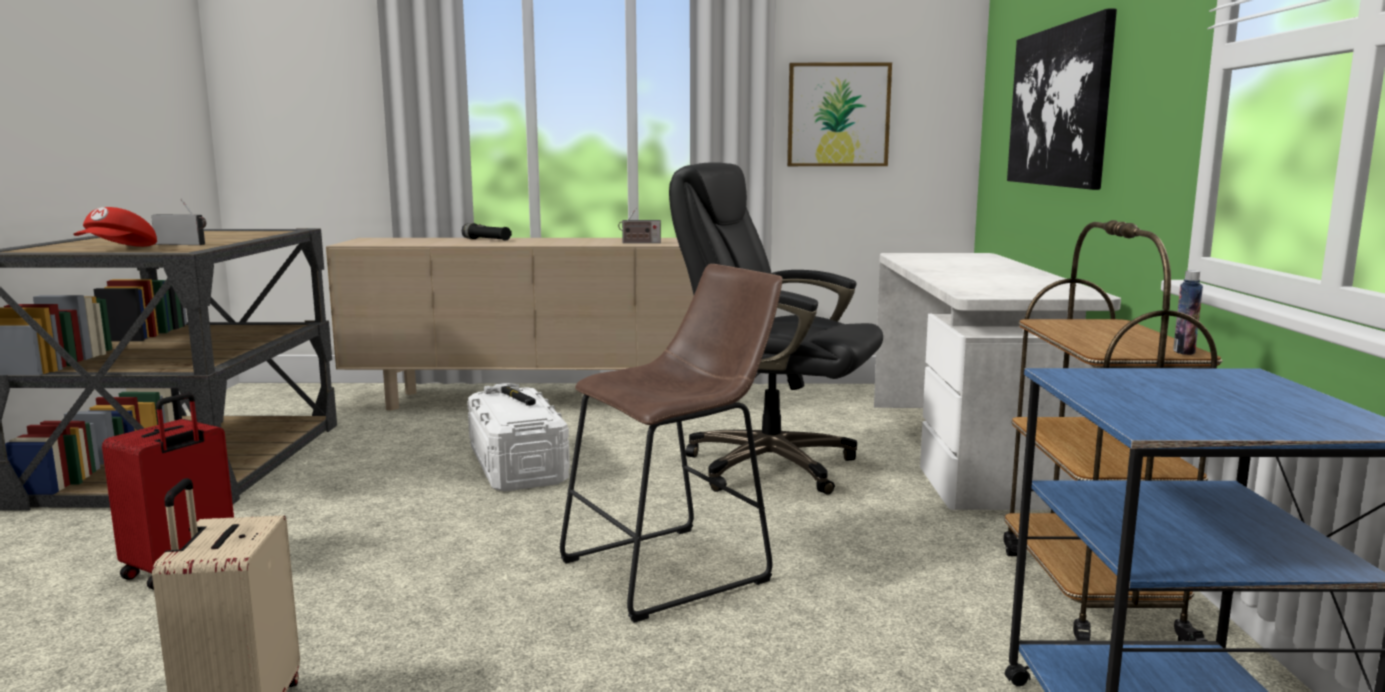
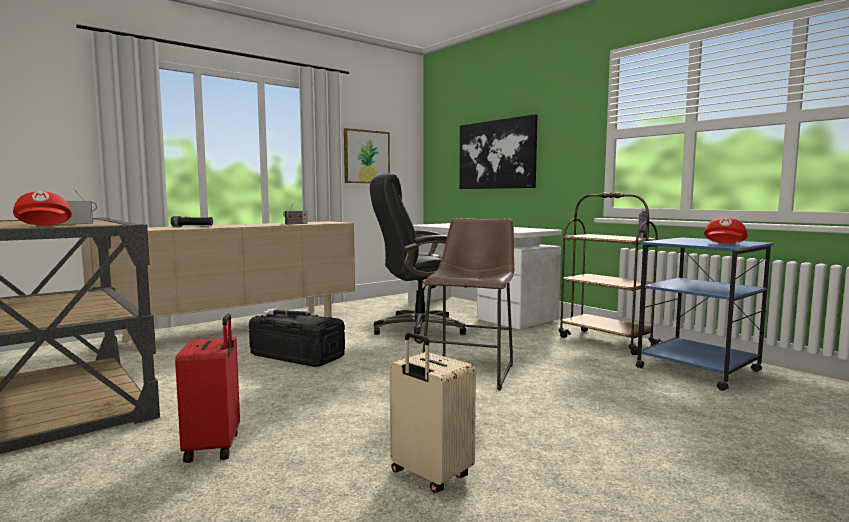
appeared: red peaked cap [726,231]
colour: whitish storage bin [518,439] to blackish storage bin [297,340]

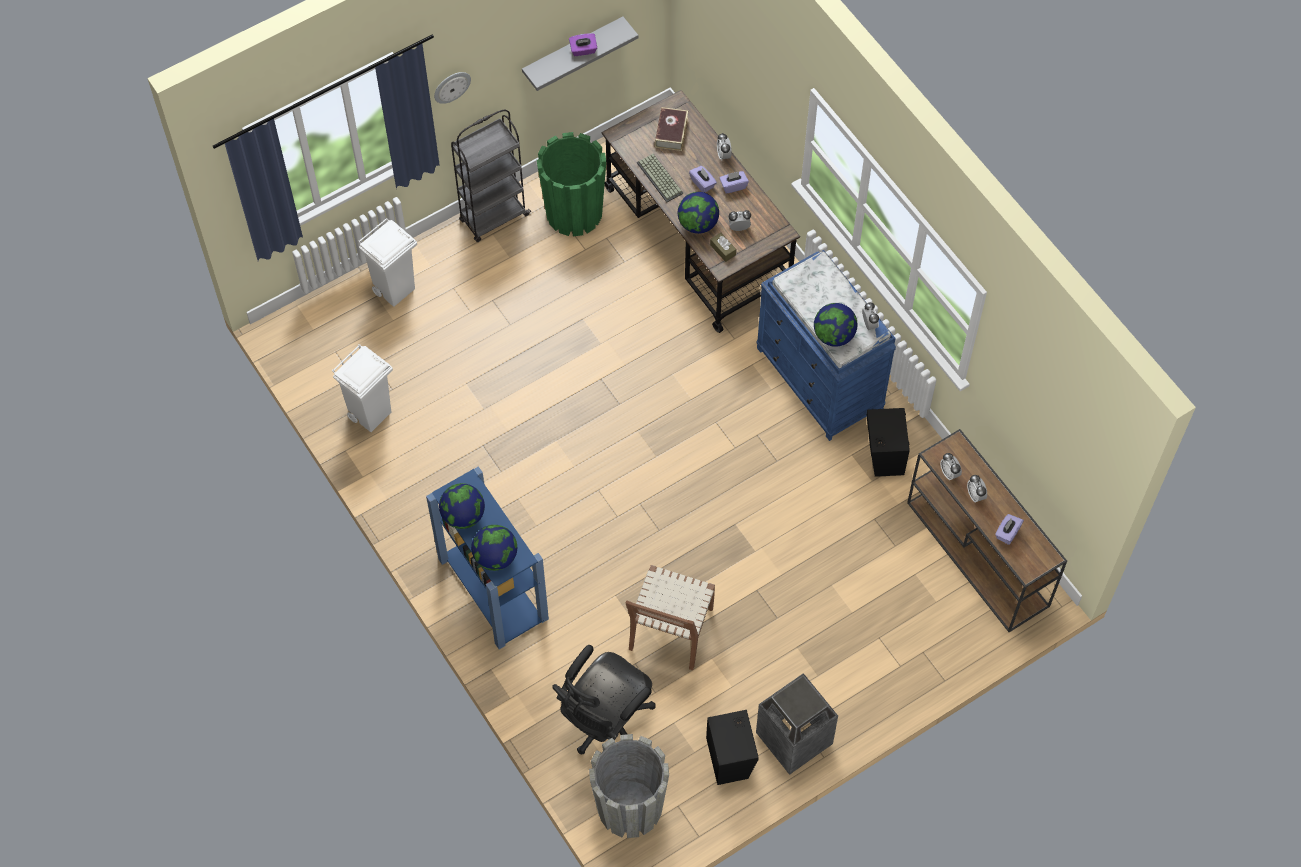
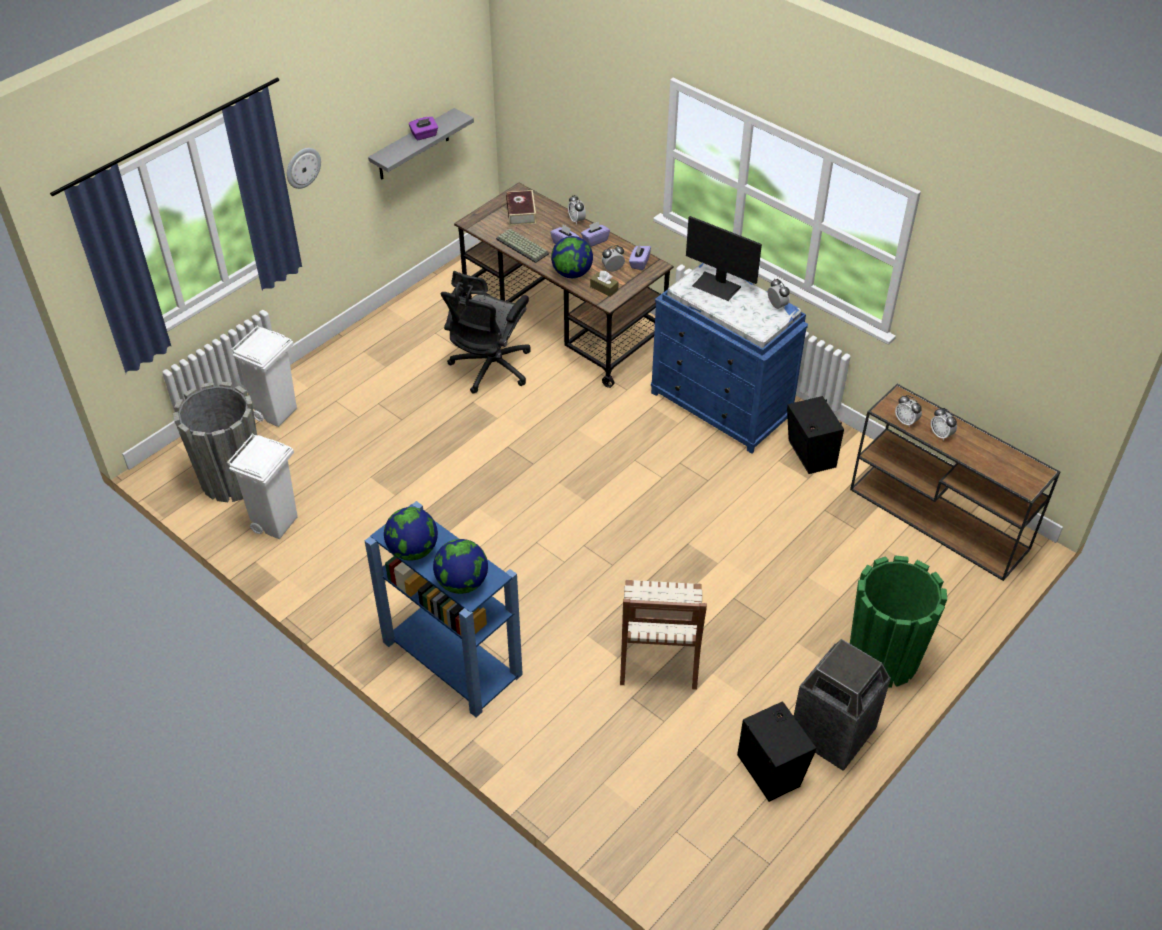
missing: gray trolley [491,176]; desk globe [836,325]
appeared: computer screen [724,258]
relocated: greenish planter [571,184] to [898,621]; desk chair [604,699] to [486,332]; gray planter [629,786] to [215,441]; purplish tissue box [1009,529] to [640,256]

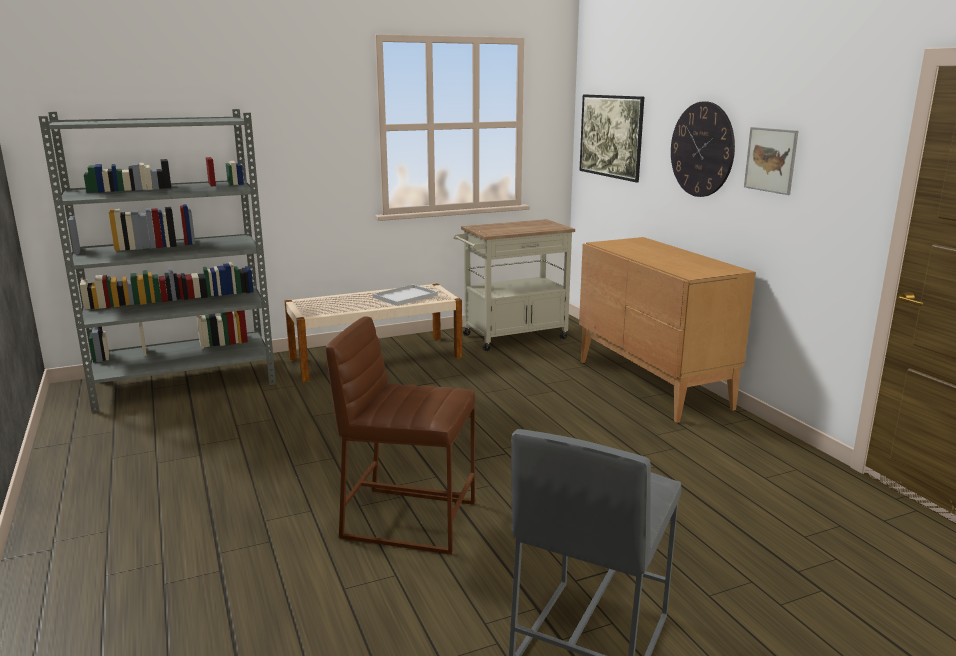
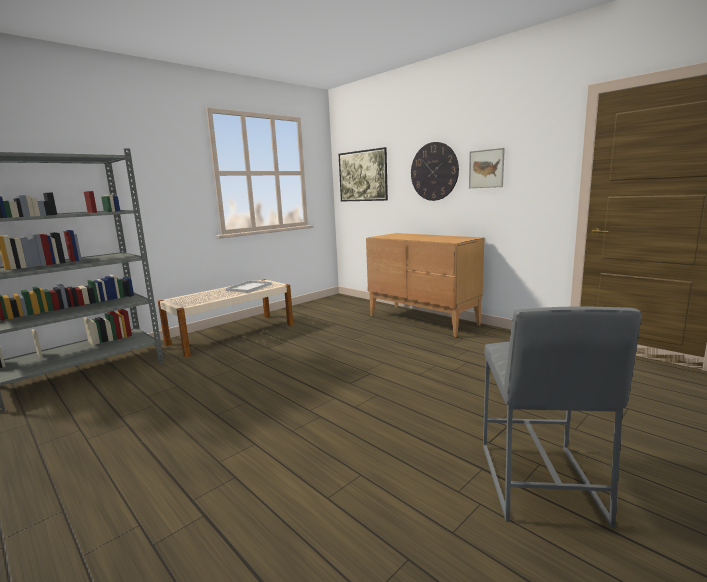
missing: brown stool seat [400,435]; beige trolley [514,285]

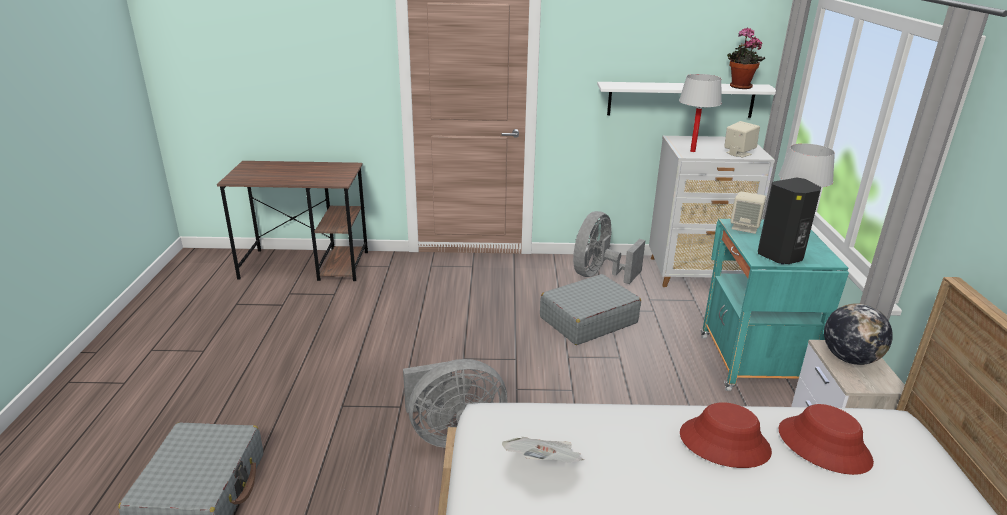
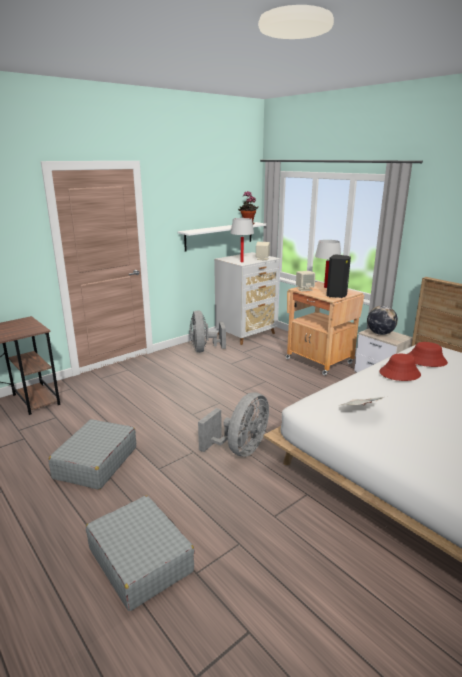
relocated: gray suitcase [590,309] to [92,454]
colour: turquoise trolley [774,305] to brown trolley [324,328]

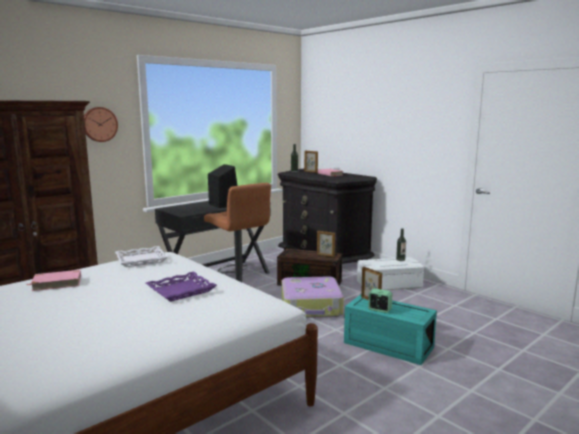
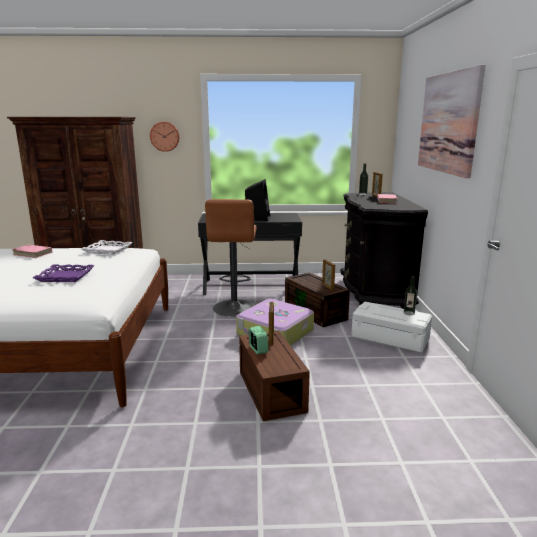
appeared: wall picture [452,121]
colour: turquoise storage bin [390,330] to brown storage bin [274,376]

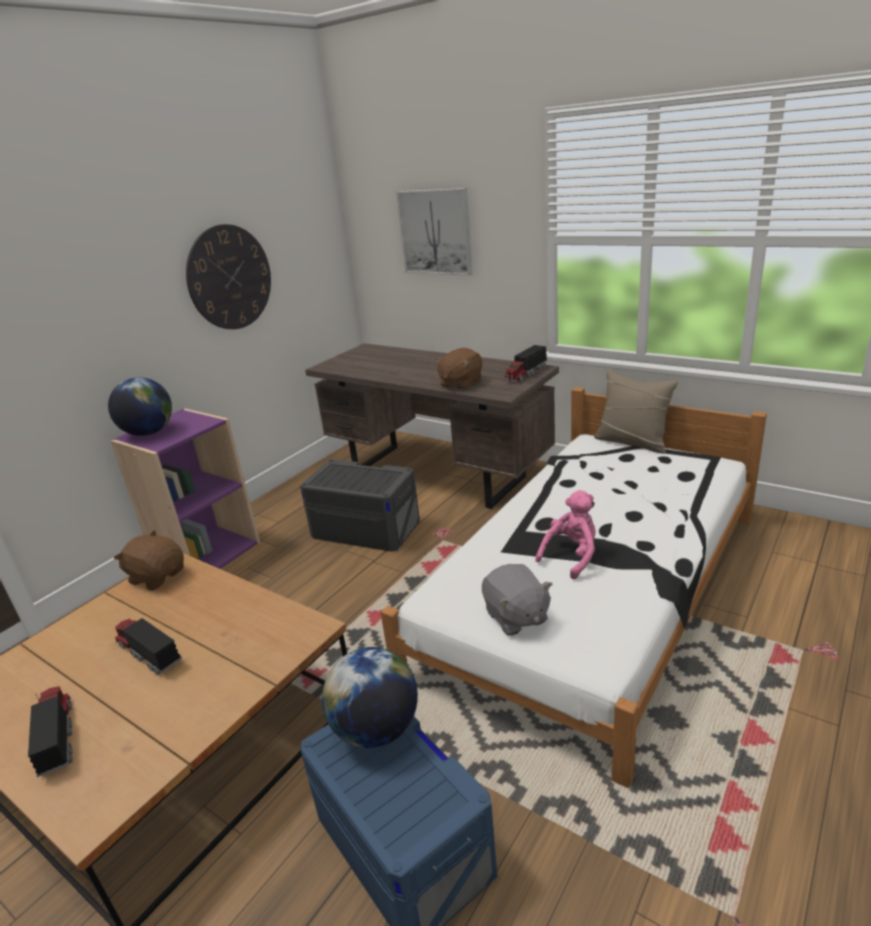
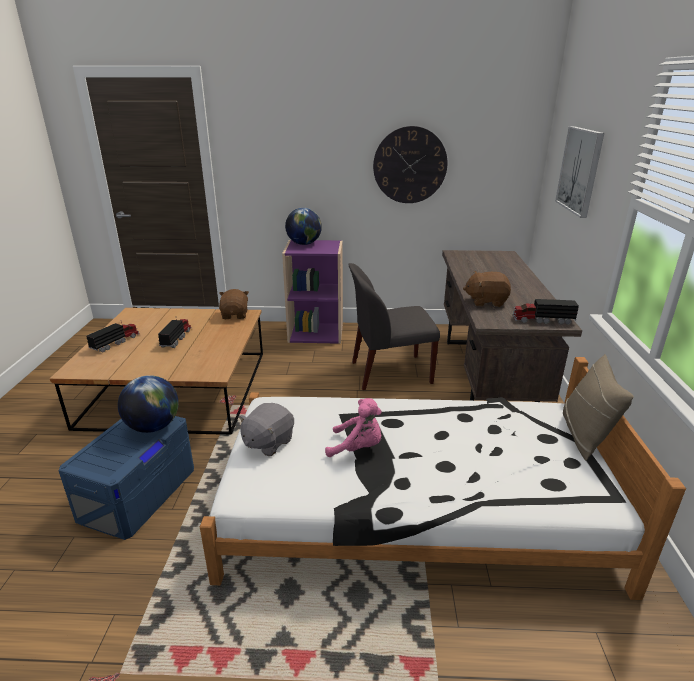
exchanged: gray storage bin [360,505] to gray plain chair [394,326]

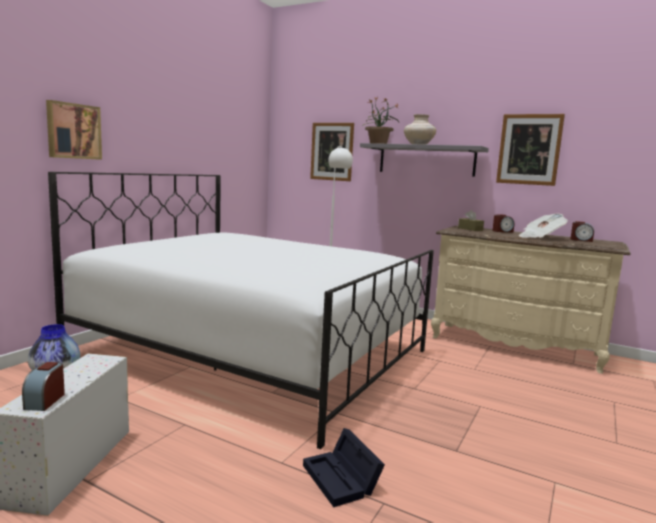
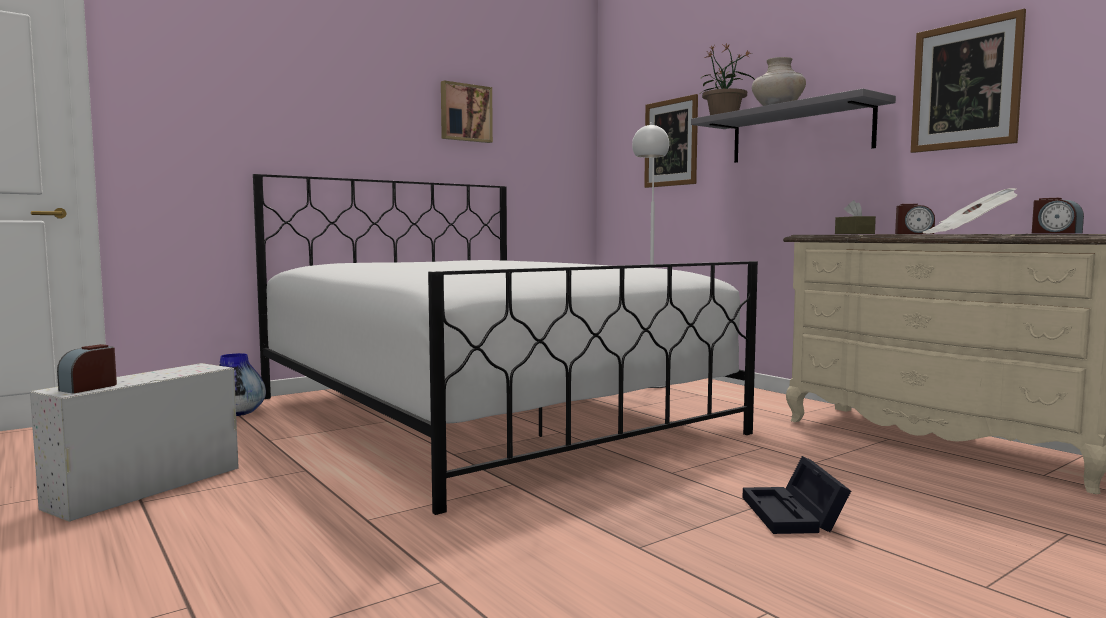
relocated: wall picture [74,130] to [467,111]; blackish storage bin [344,467] to [797,495]

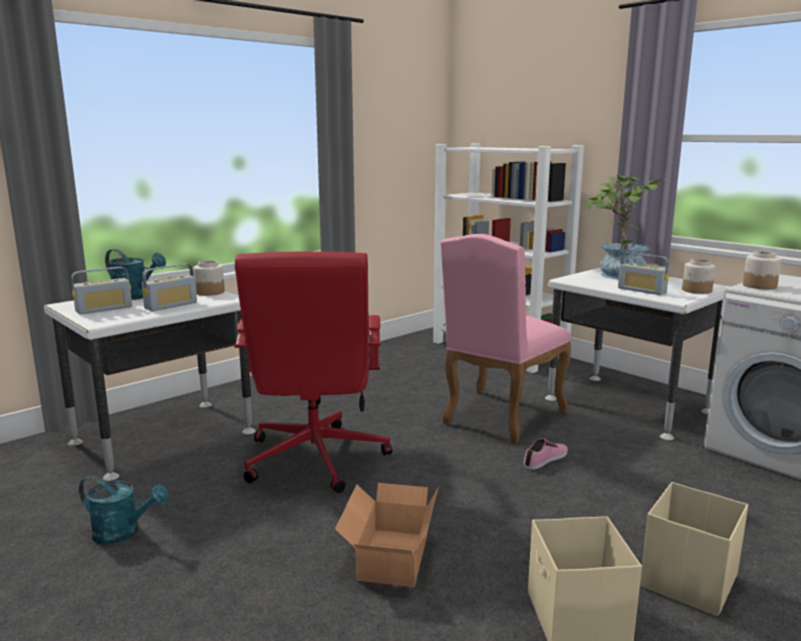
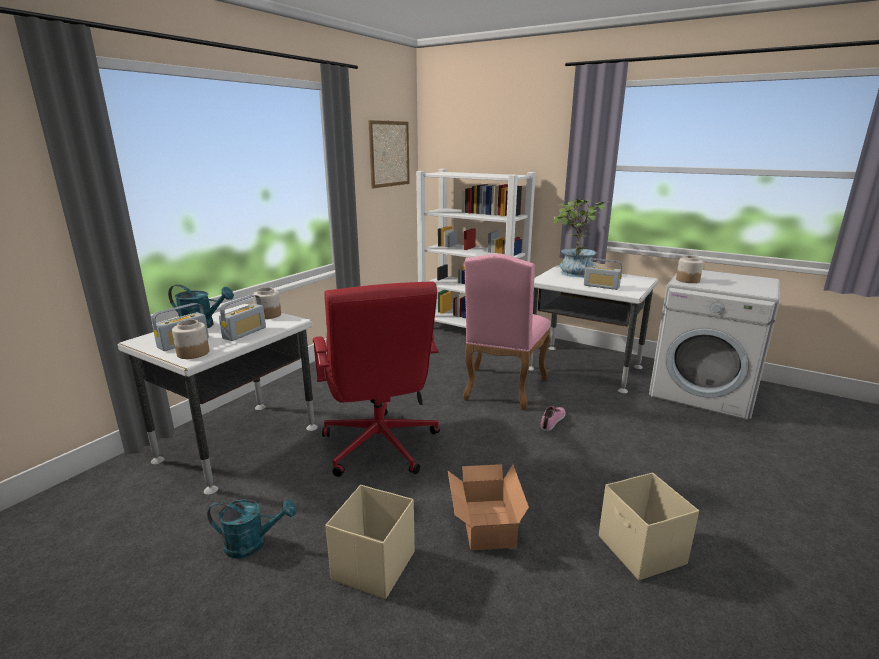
appeared: wall picture [389,154]
relocated: beige storage bin [694,549] to [370,542]; storage jar [698,276] to [190,339]

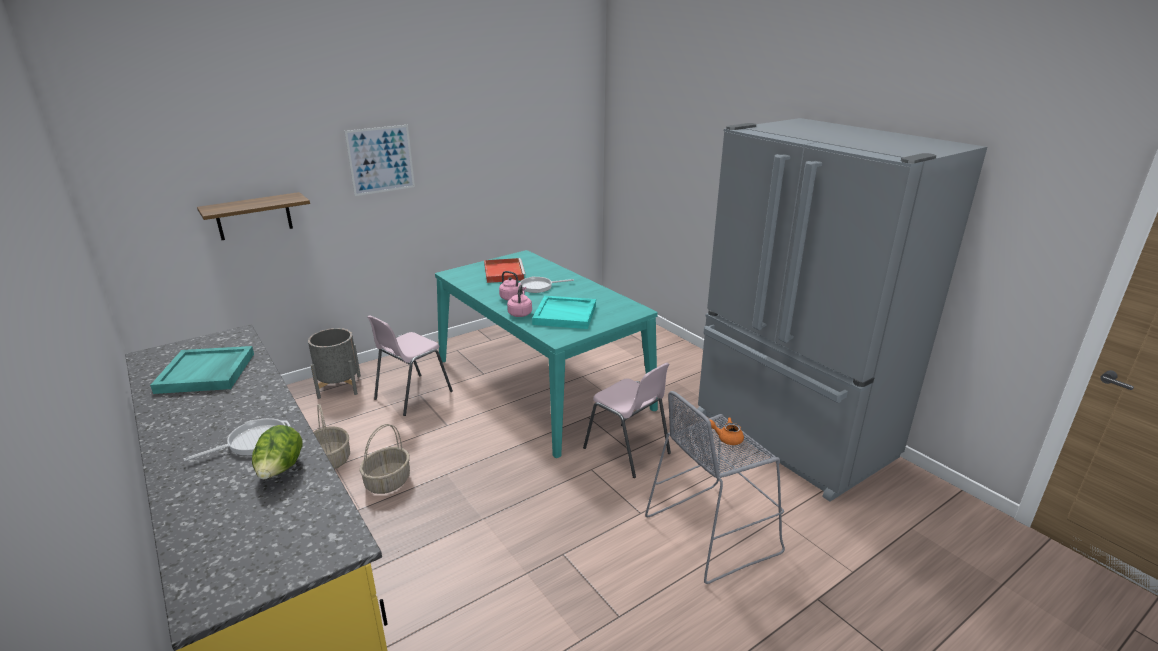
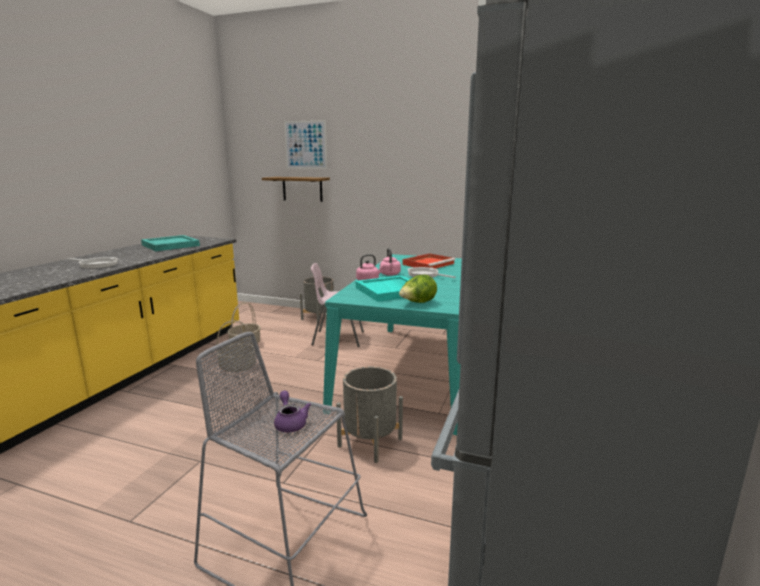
relocated: head of lettuce [277,452] to [418,289]; wall picture [379,160] to [305,144]
exchanged: pinkish plain chair [627,420] to gray planter [369,415]
colour: orange teapot [727,431] to purplish teapot [292,411]

